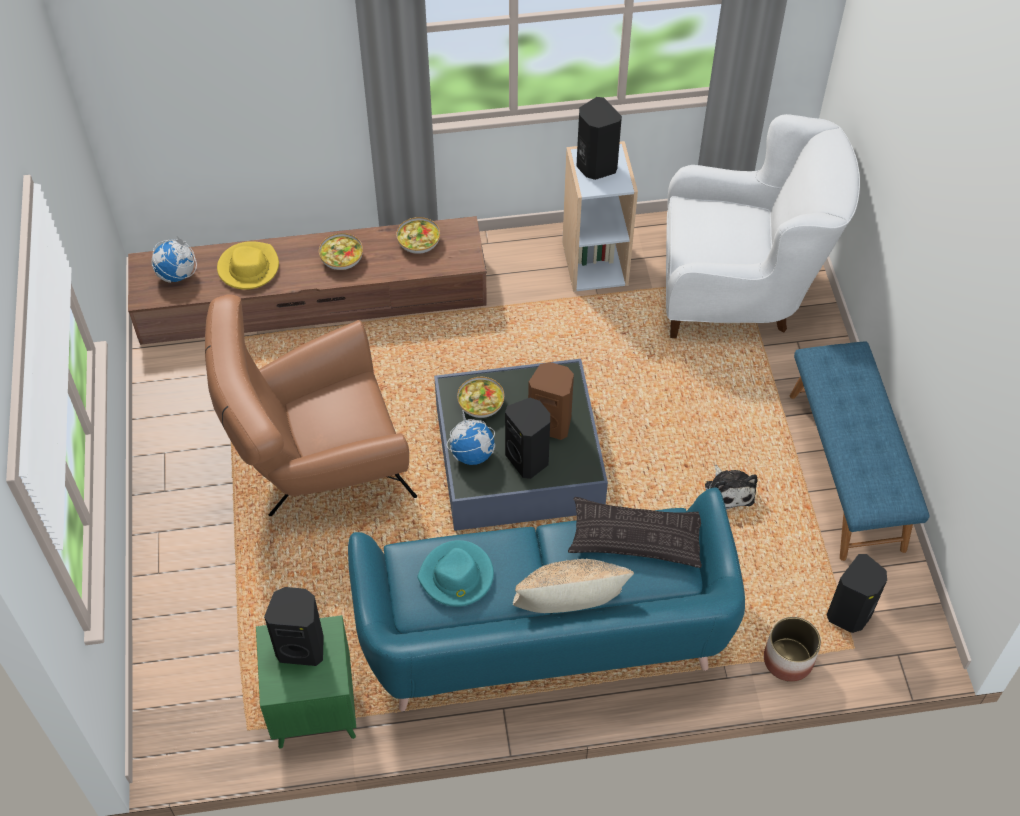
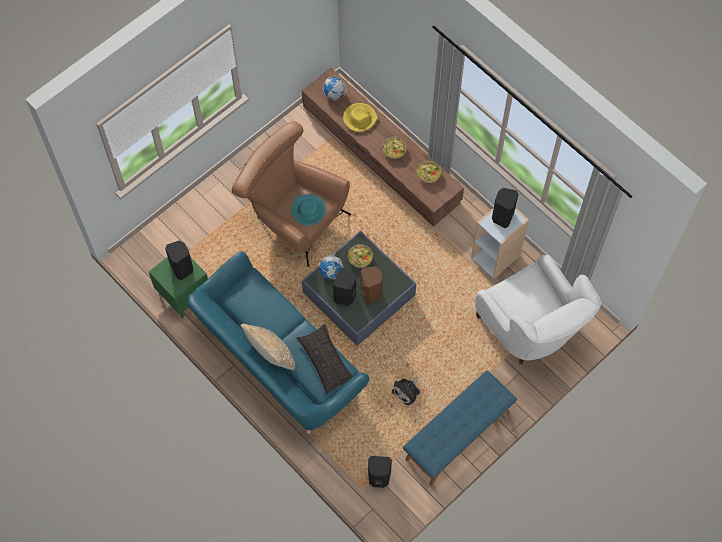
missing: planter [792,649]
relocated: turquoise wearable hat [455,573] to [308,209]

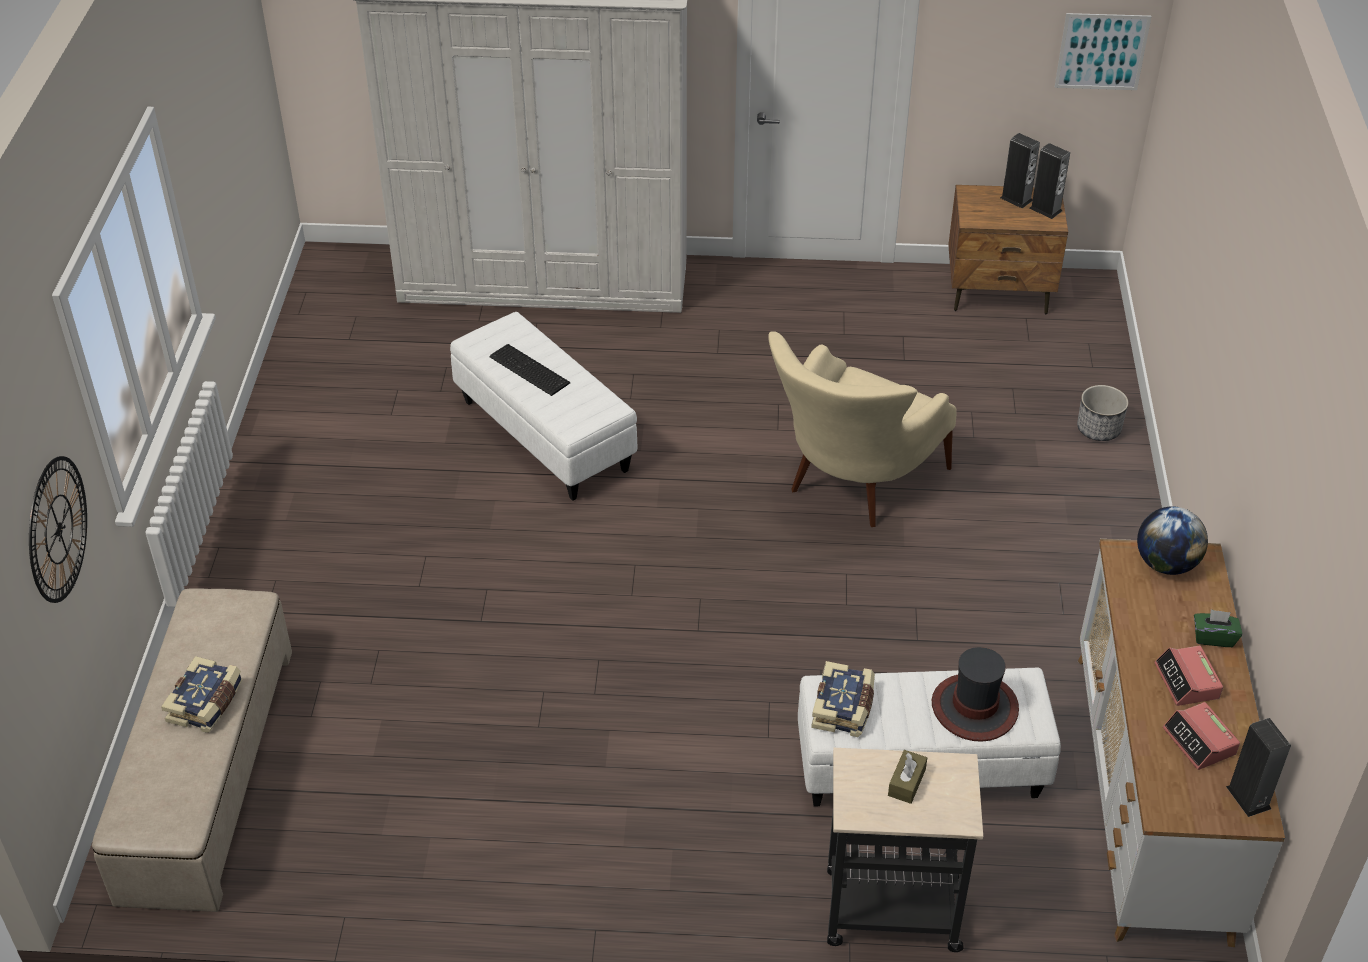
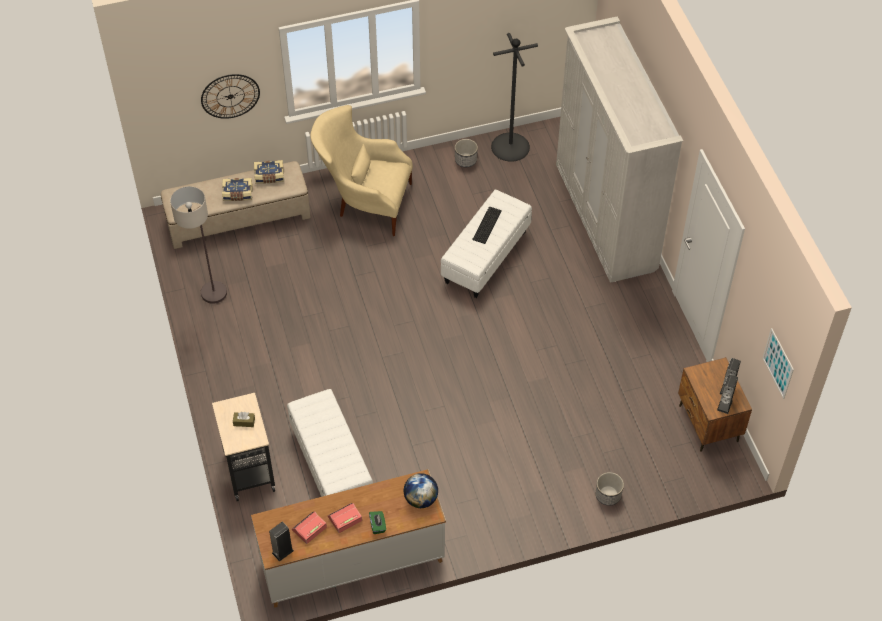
missing: wearable hat [975,694]
appeared: gray standard lamp [198,245]; planter [466,153]; blackish garment rack [514,97]
relocated: beige armchair [862,429] to [361,170]; volume [843,699] to [269,172]

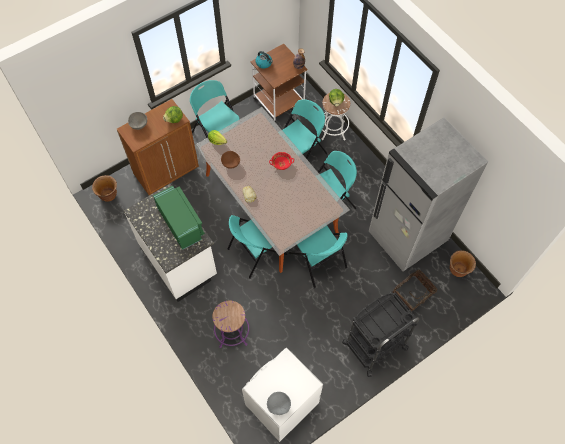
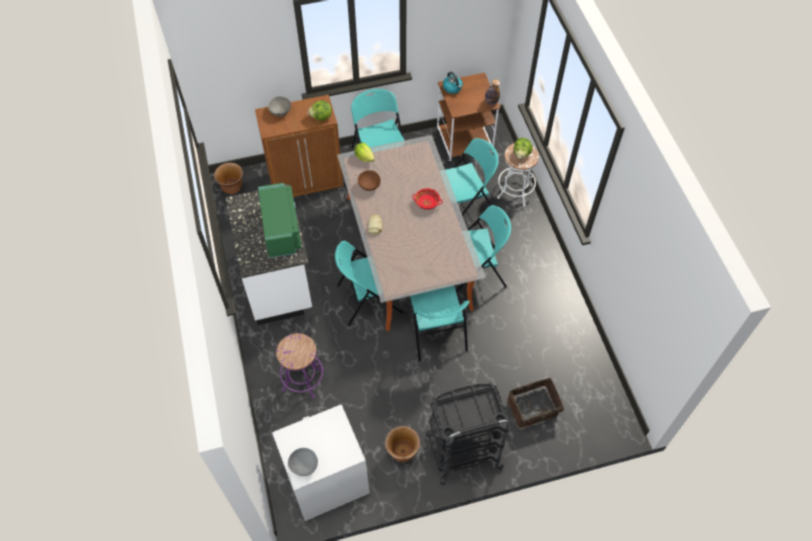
missing: gray fridge [428,194]
relocated: brown planter [463,263] to [402,444]

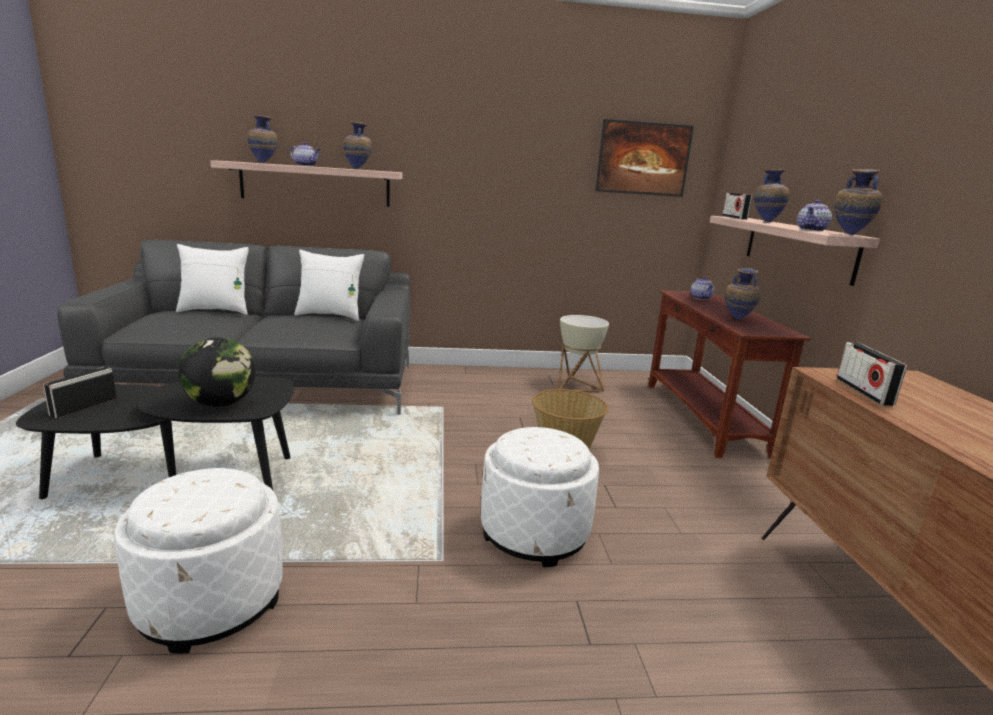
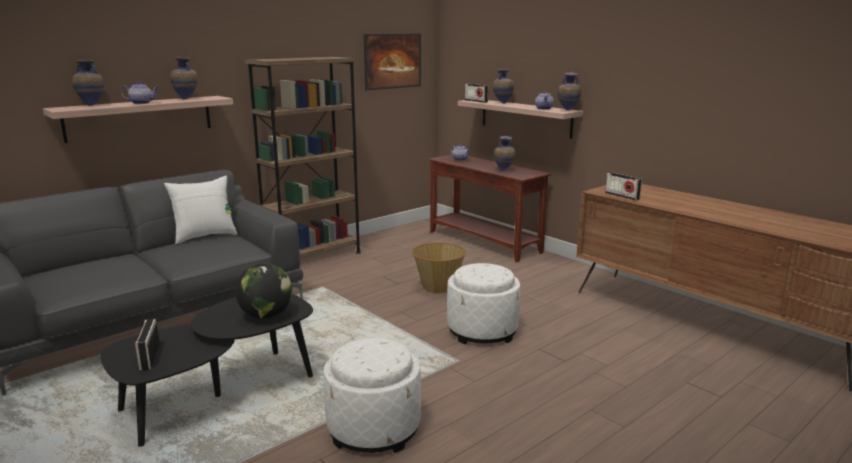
missing: whitish cushion [212,279]; planter [583,353]
appeared: brown bookcase [303,157]

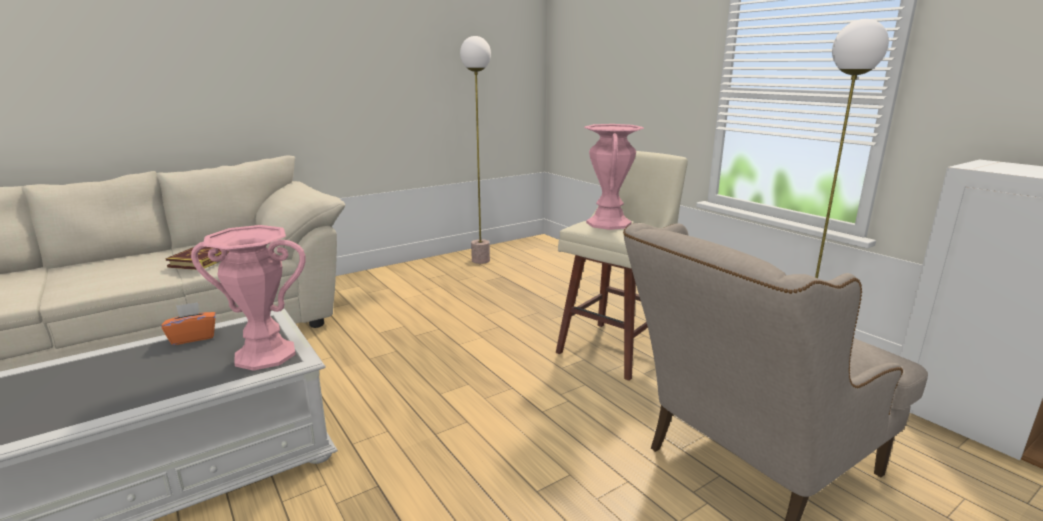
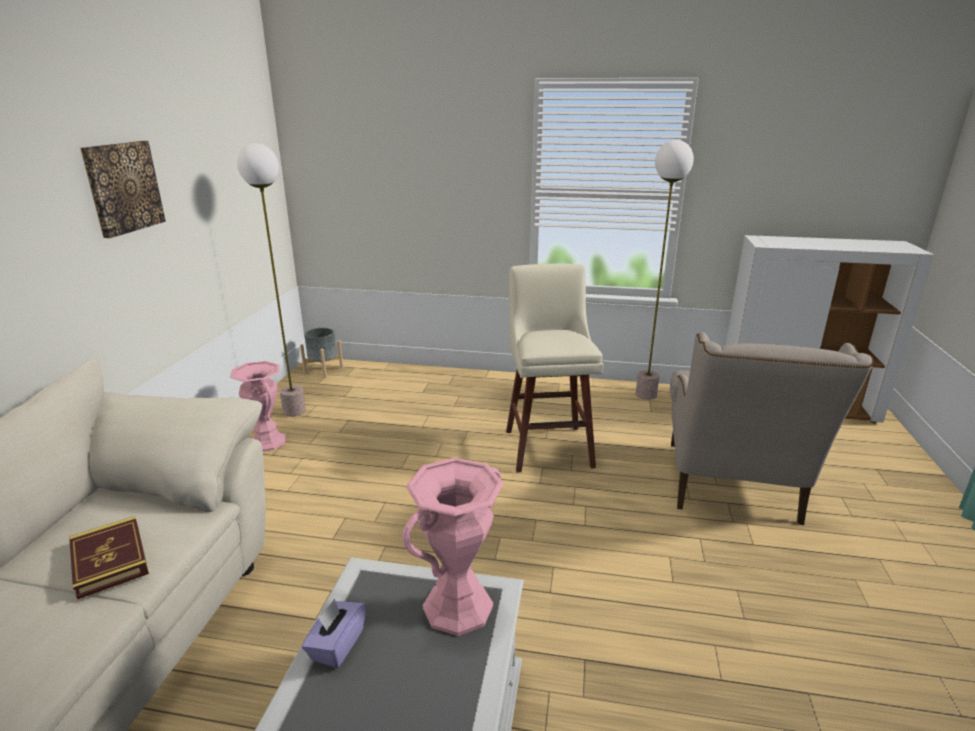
appeared: wall picture [123,189]; gray planter [321,353]
relocated: pinkish vase [614,177] to [258,406]
colour: orange tissue box [188,323] to purplish tissue box [334,633]

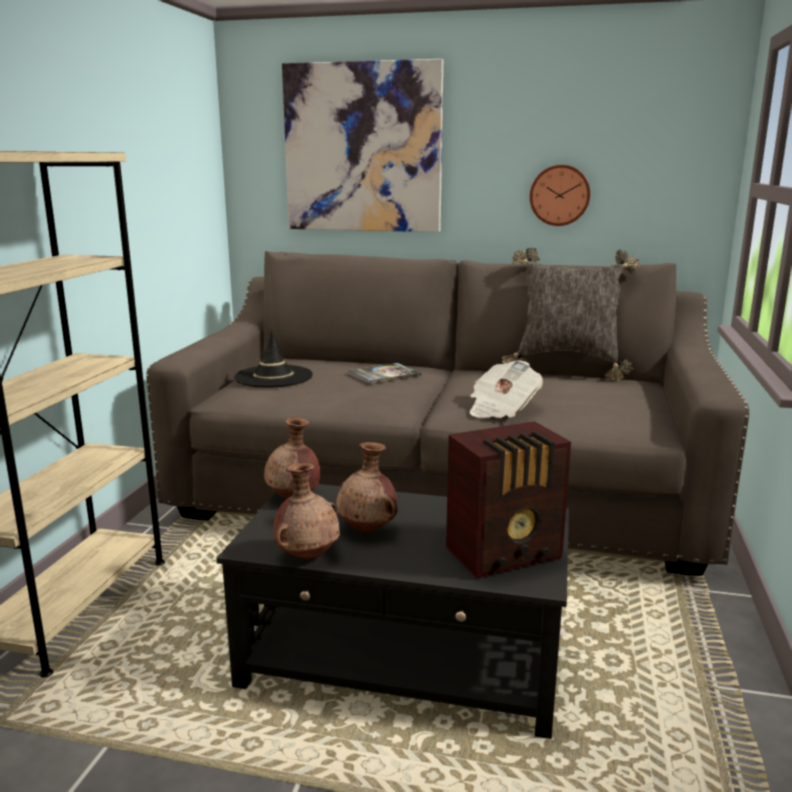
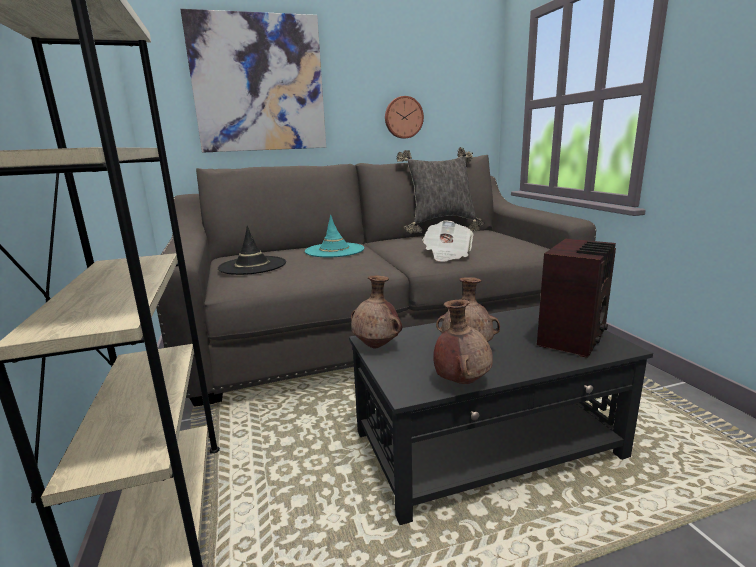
exchanged: volume [384,373] to turquoise wearable hat [334,235]

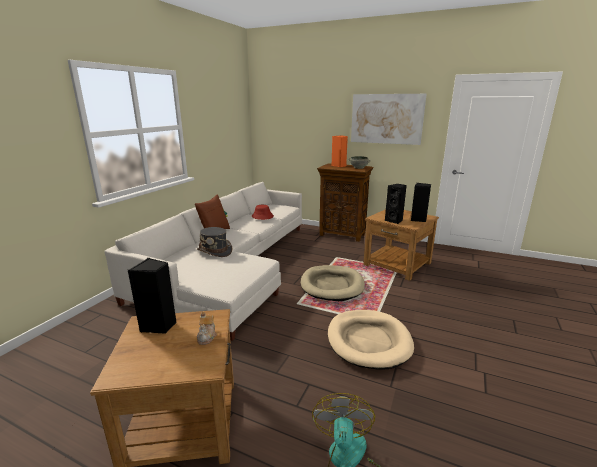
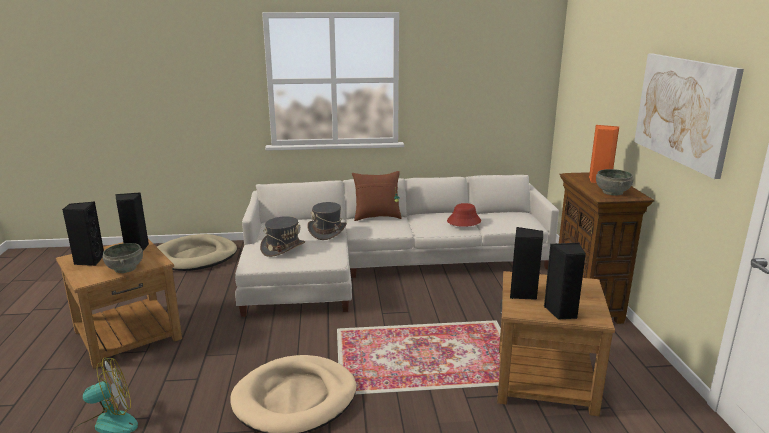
appeared: blackish loudspeaker [83,234]; gray wearable hat [282,236]
relocated: beige pet bed [333,283] to [197,252]
exchanged: teapot [207,328] to gray deep dish [123,258]

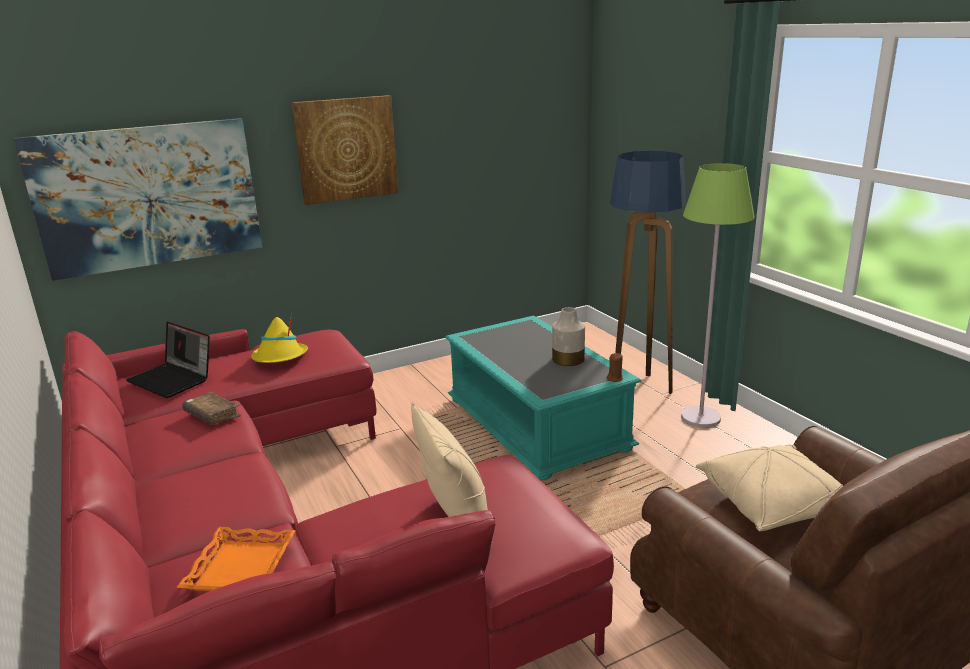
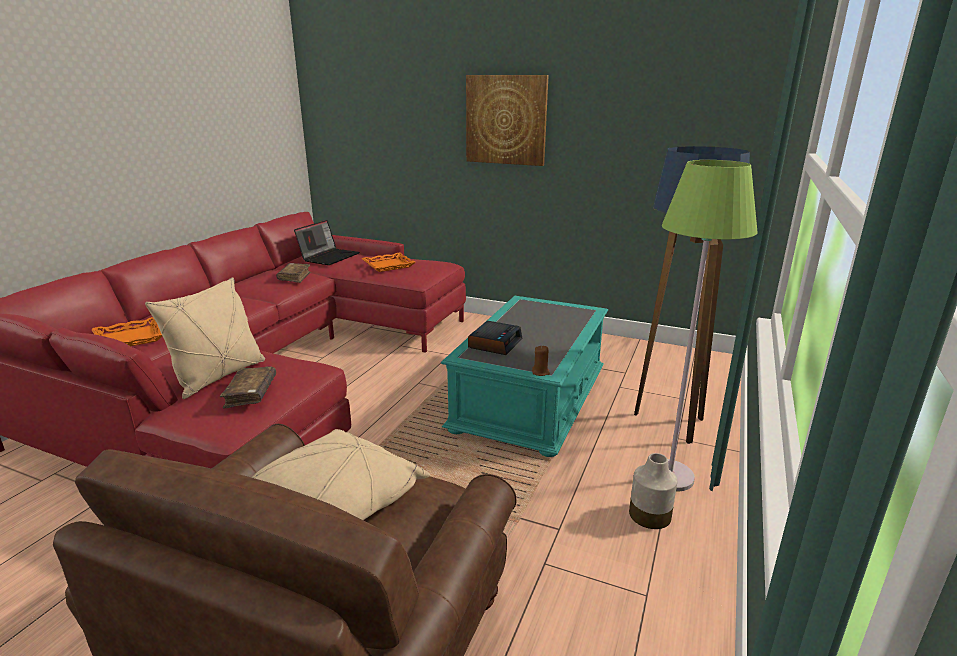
missing: wall picture [137,199]
appeared: brown volume [248,388]; table clock [495,338]
relocated: beige vase [568,336] to [653,491]
exchanged: yellowish wearable hat [280,338] to orange carrying tray [389,262]
spun: laptop [168,360] = [326,242] 150 degrees counterclockwise

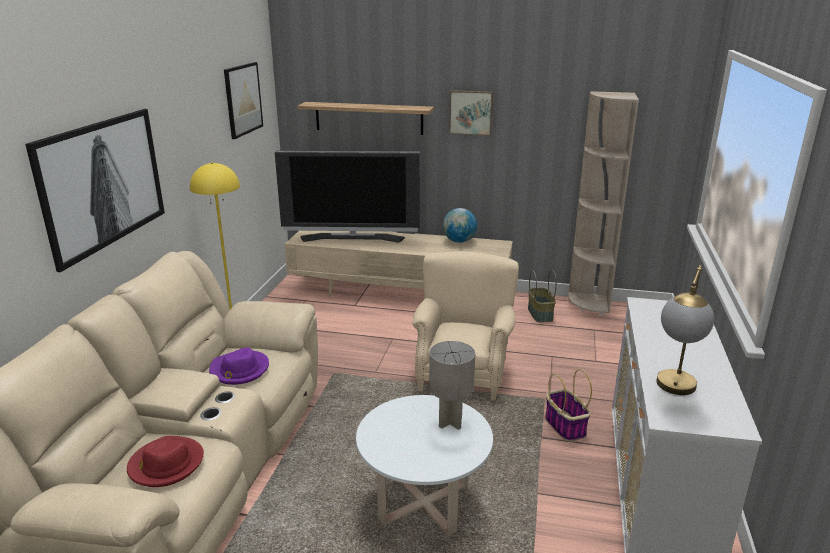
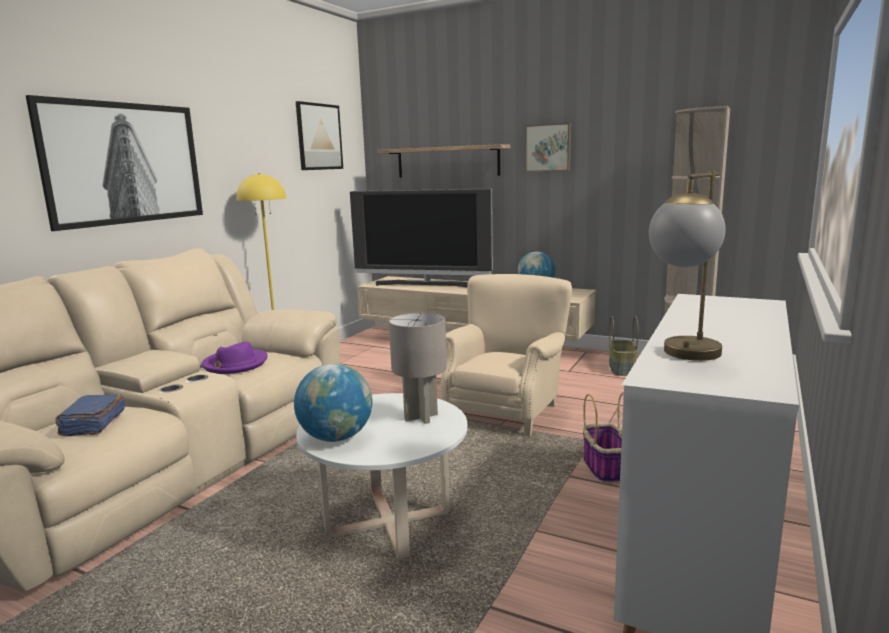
appeared: desk globe [333,403]
exchanged: red wearable hat [165,461] to bluish volume [90,415]

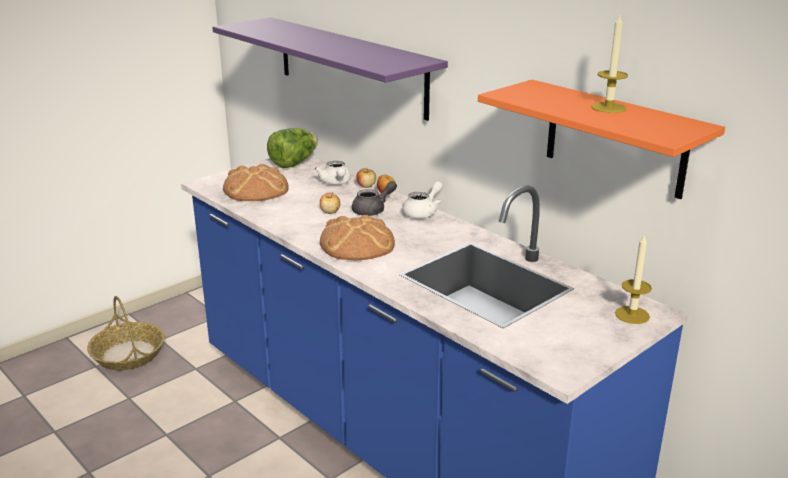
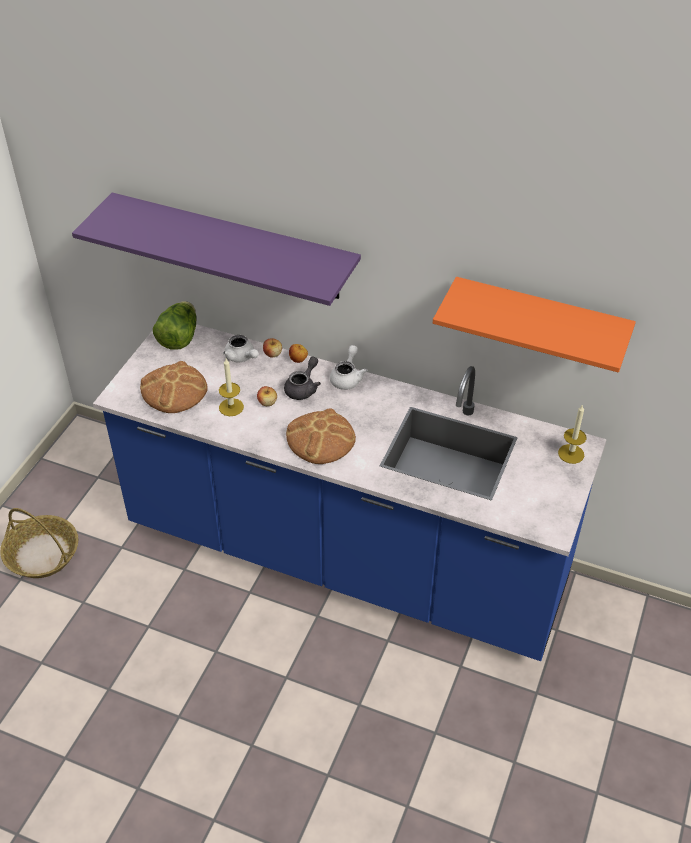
relocated: wax light [609,64] to [231,387]

